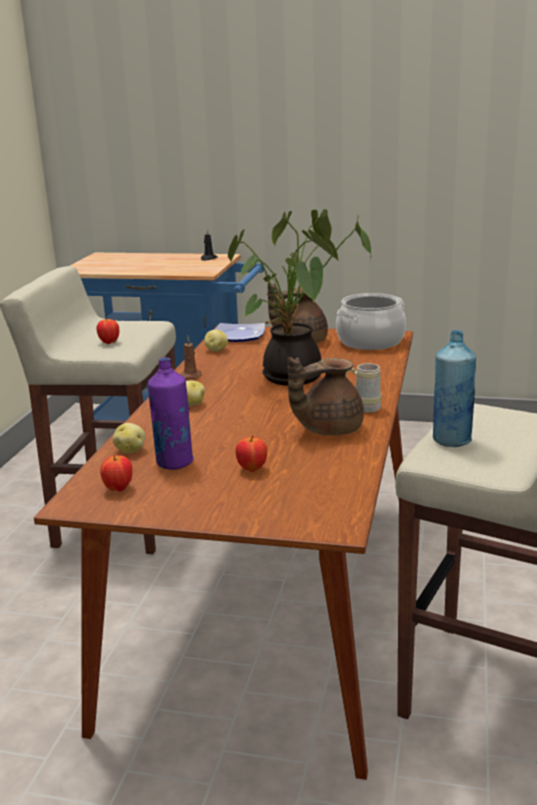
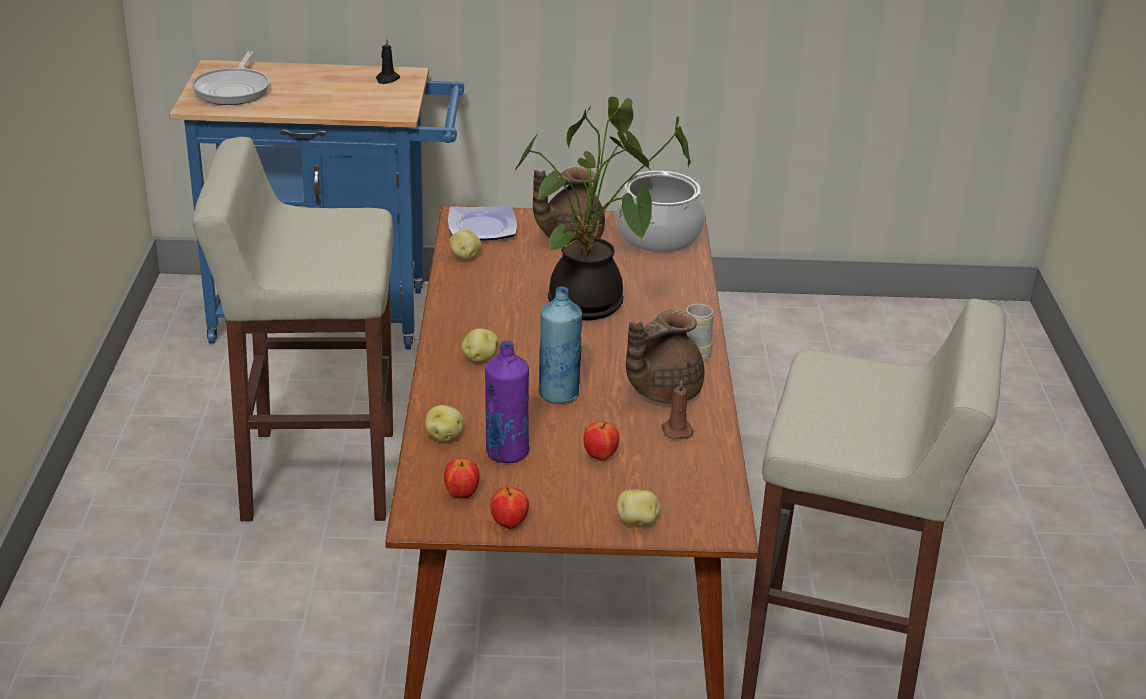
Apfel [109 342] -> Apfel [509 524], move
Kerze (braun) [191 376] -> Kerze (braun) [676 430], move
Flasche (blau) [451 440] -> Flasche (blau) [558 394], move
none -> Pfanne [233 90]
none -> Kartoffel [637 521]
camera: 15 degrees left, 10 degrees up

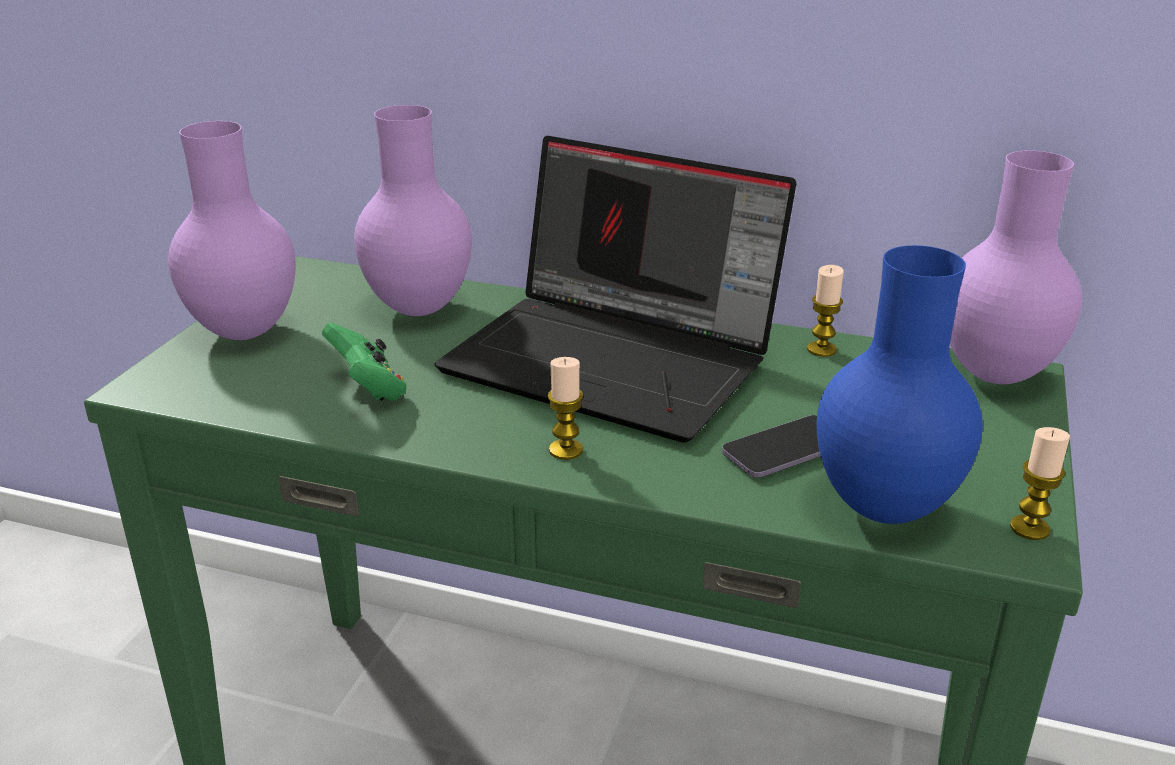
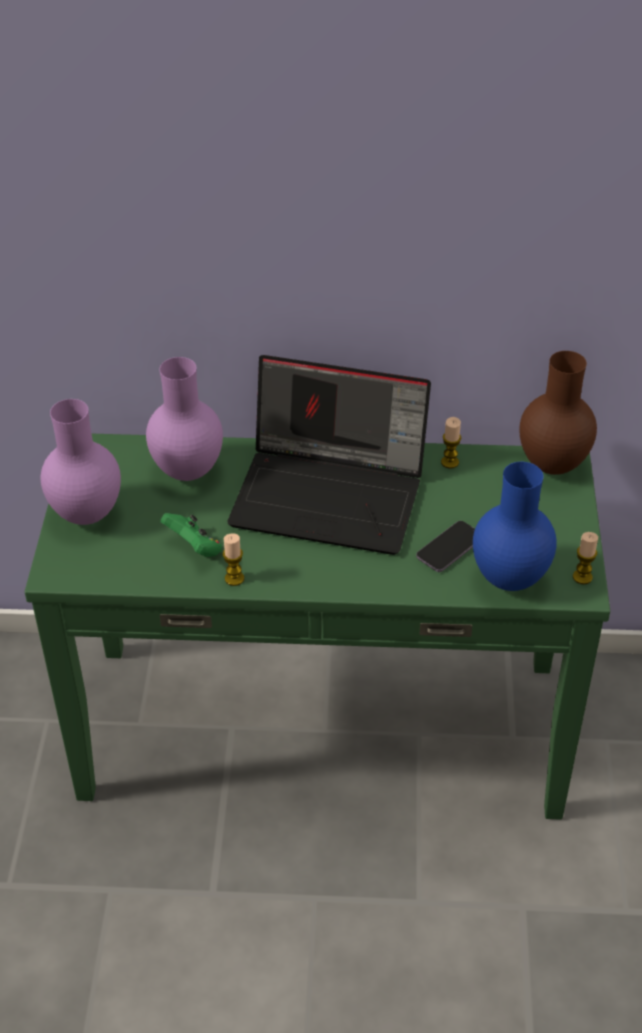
Kerze [566 450] -> Kerze [234 578], move
Vase (lila) [996 377] -> Vase (braun) [553 467]
camera: 15 degrees left, 15 degrees up

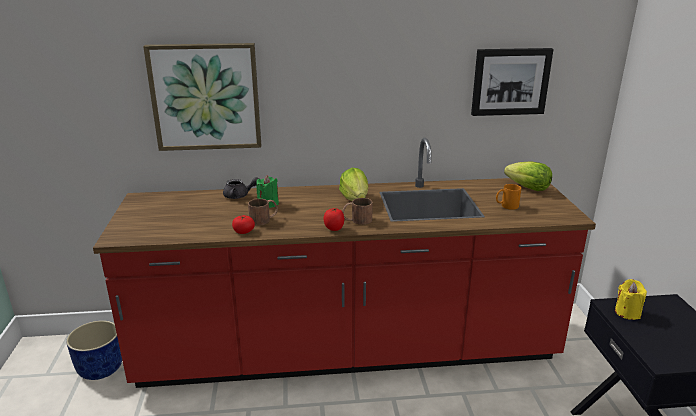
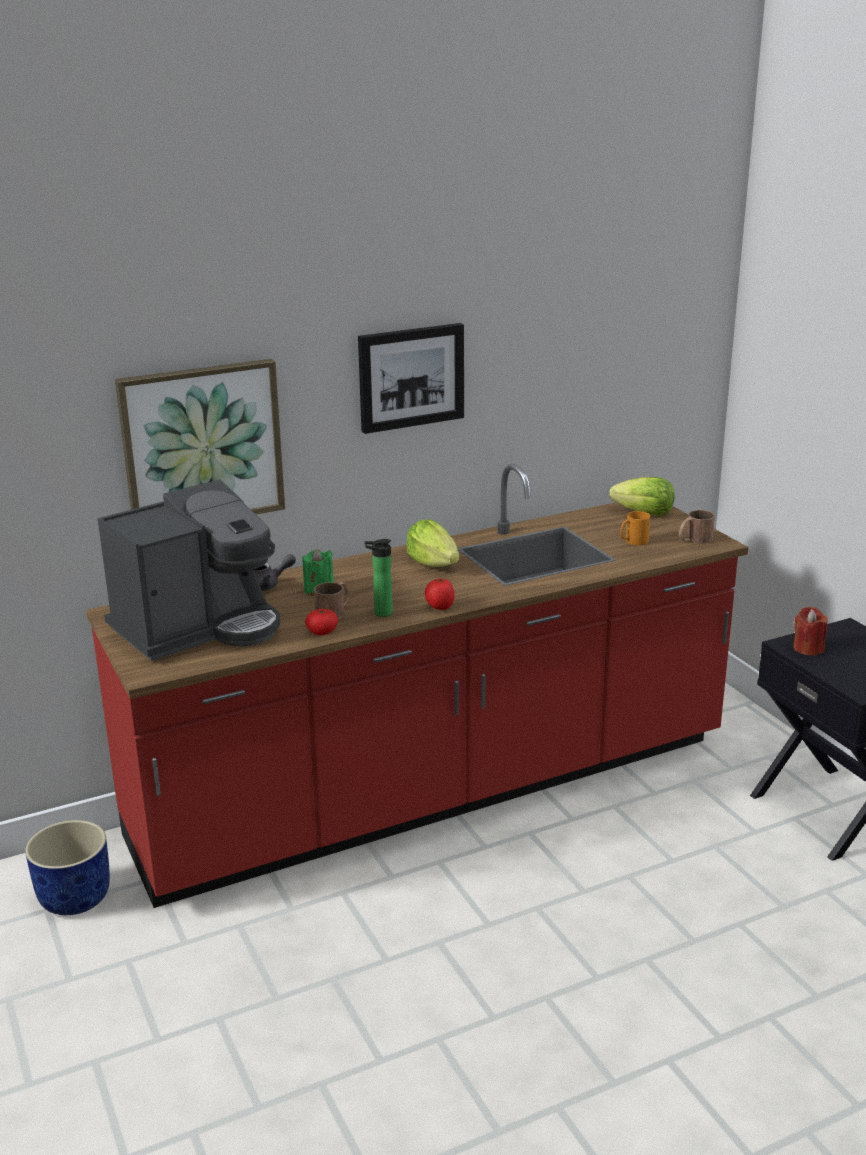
Henkelbecher (braun) [356 220] -> Henkelbecher (braun) [694 539], move
Bild [510 81] -> Bild [410 377], move
Kerze (gelb) [627 312] -> Kerze (rot) [808 648]
none -> Kaffeemaschine [199 627]
none -> Flasche [380 613]
camera: 20 degrees left, 0 degrees up

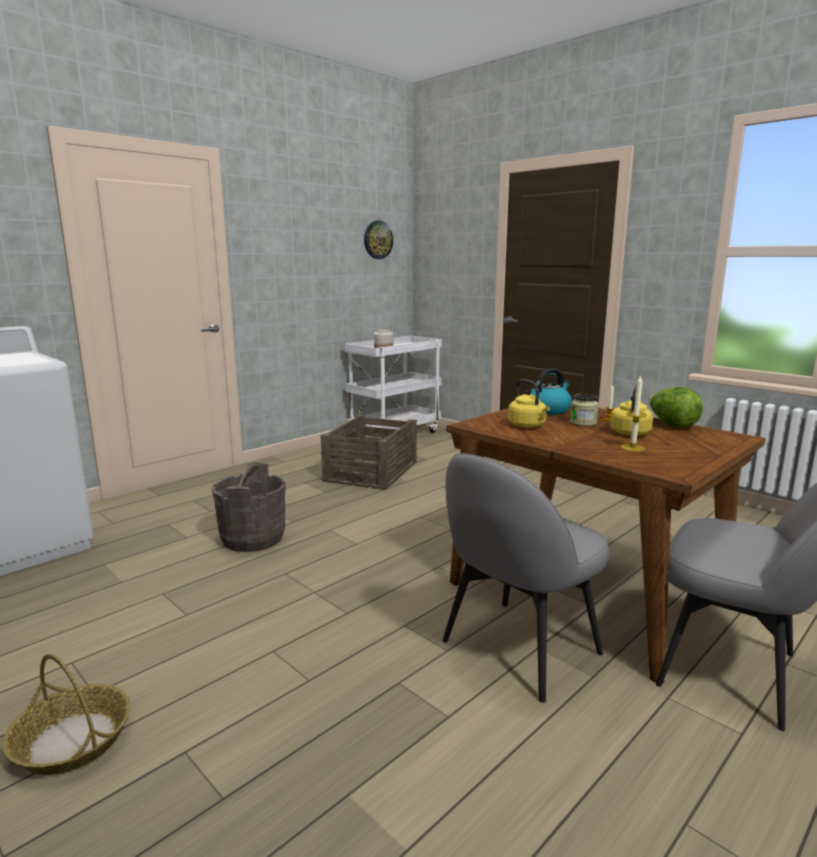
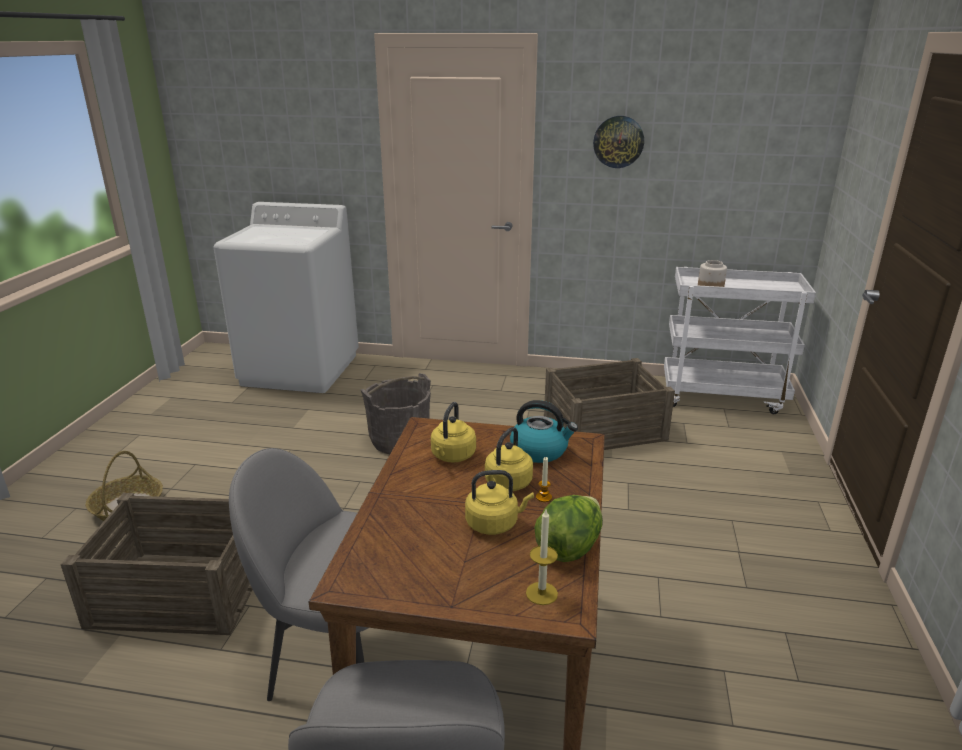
Wanduhr [378 240] -> Wanduhr [618 142], move
Vorratsglas [583 423] -> Wasserkessel (gelb) [506 484]
Kerze [632 448] -> Kerze [541 593], move
none -> Kiste [181 591]
camera: 55 degrees right, 10 degrees up

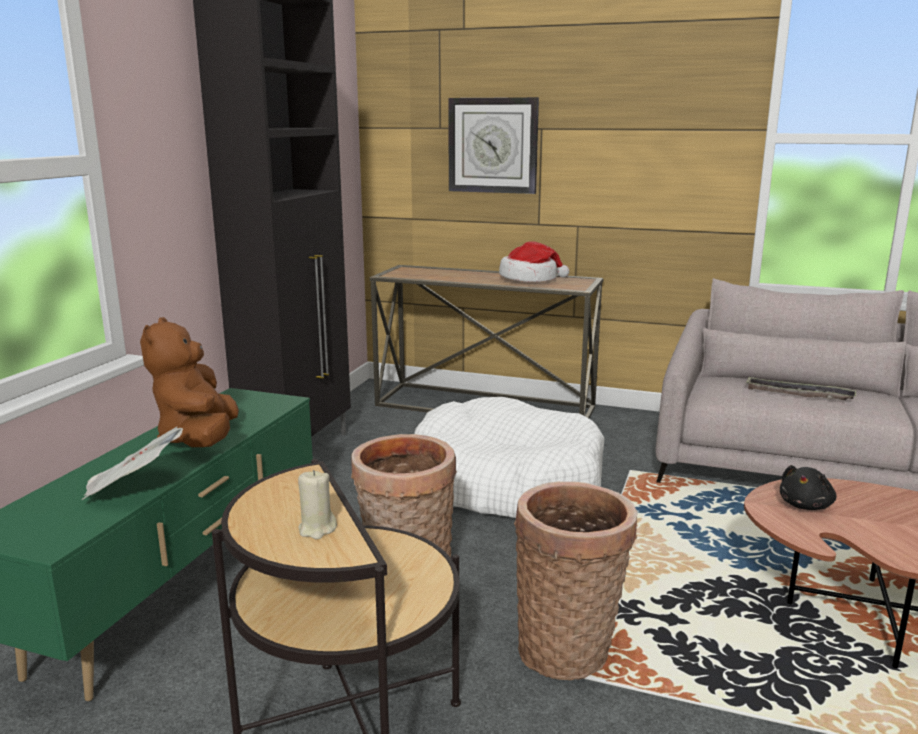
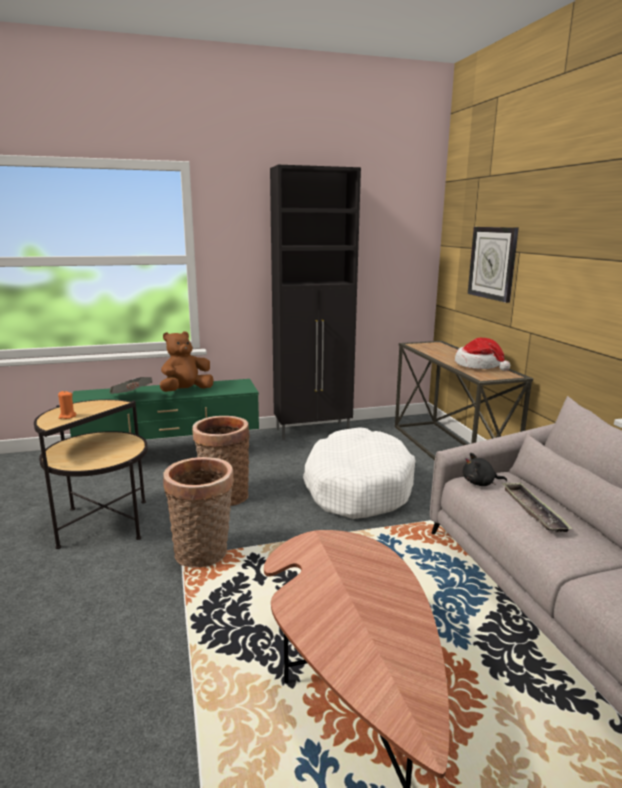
Kerze (beige) [317 529] -> Kerze (orange) [67 416]
Plüschtier (schwarz) [806 505] -> Plüschtier (schwarz) [480 483], move
camera: 55 degrees right, 0 degrees up

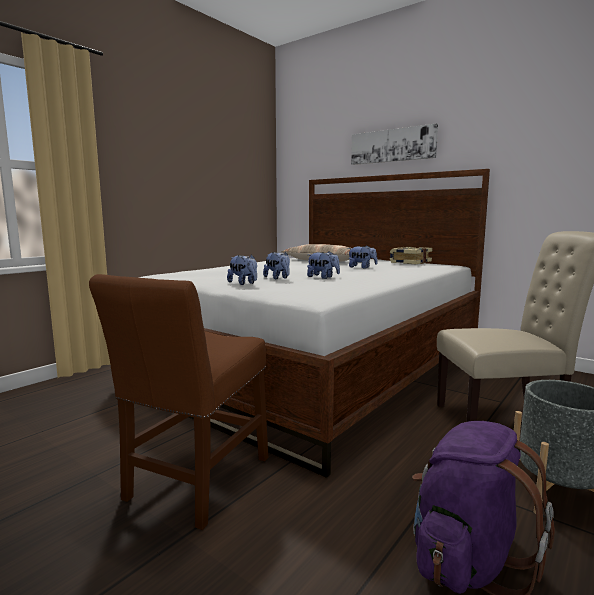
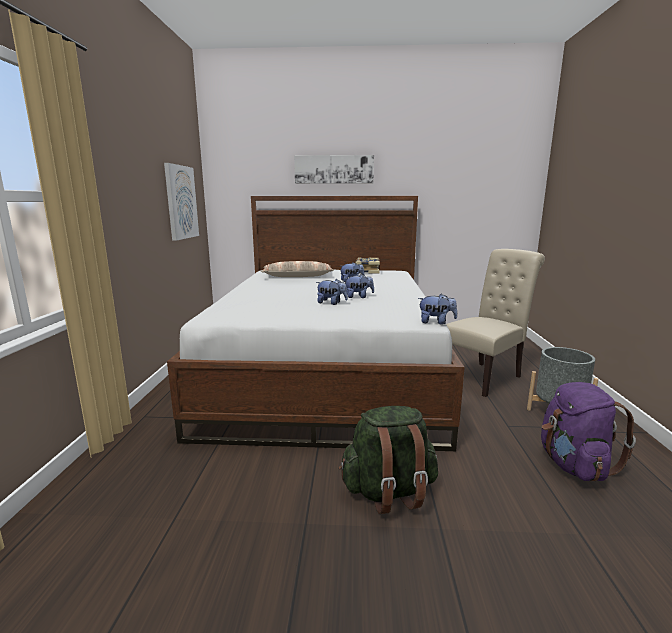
Stuhl (braun) [196 482] -> Rucksack (grün) [388 491]
Plüschtier [243 283] -> Plüschtier [436 322], move
none -> Bild [181 202]
camera: 35 degrees left, 5 degrees up

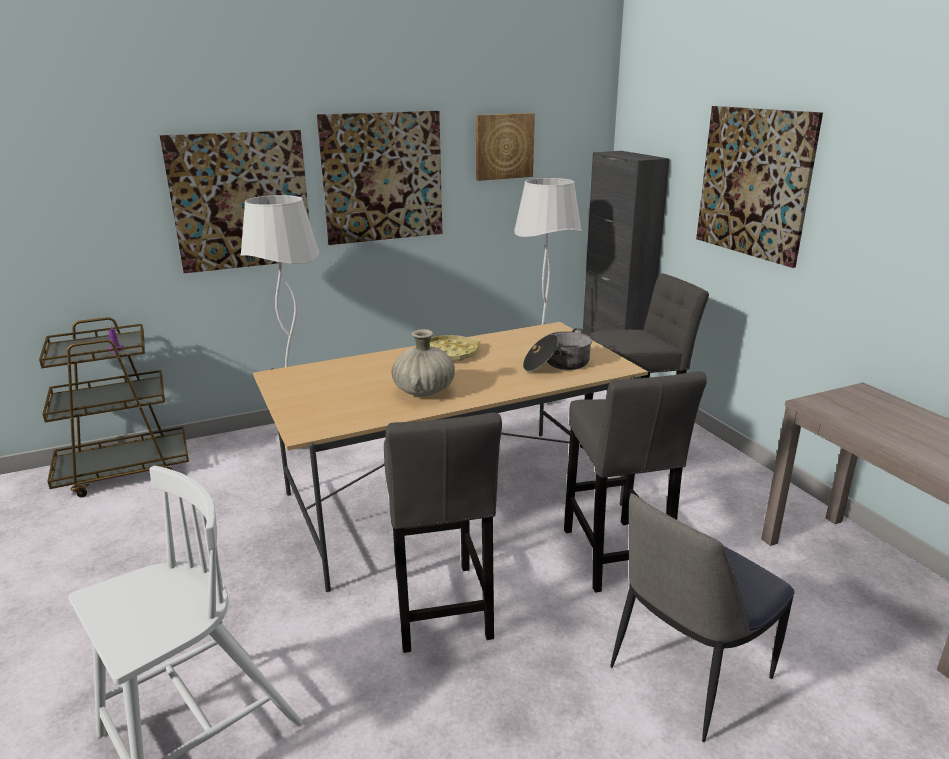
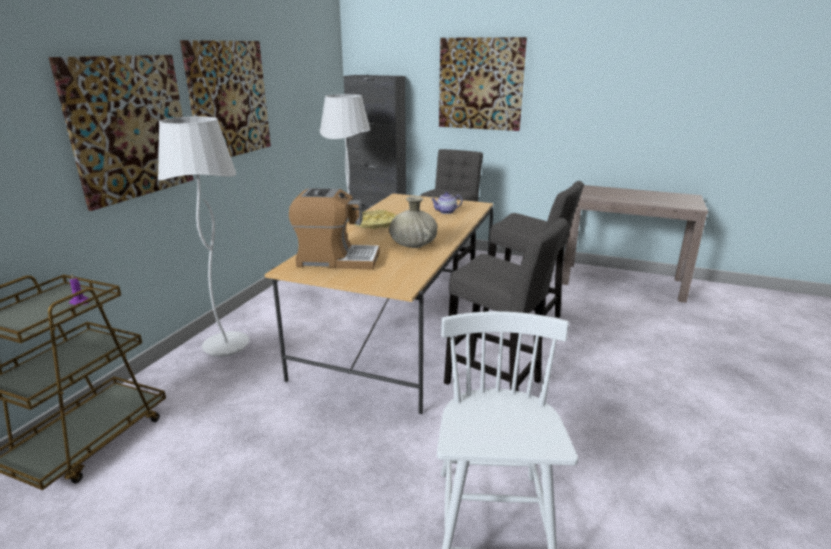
Bild [503 146] -> none
Kochtopf [557 364] -> Teekanne [446 212]
Stuhl [687 676] -> none
none -> Kaffeemaschine [337 259]
camera: 45 degrees left, 0 degrees up

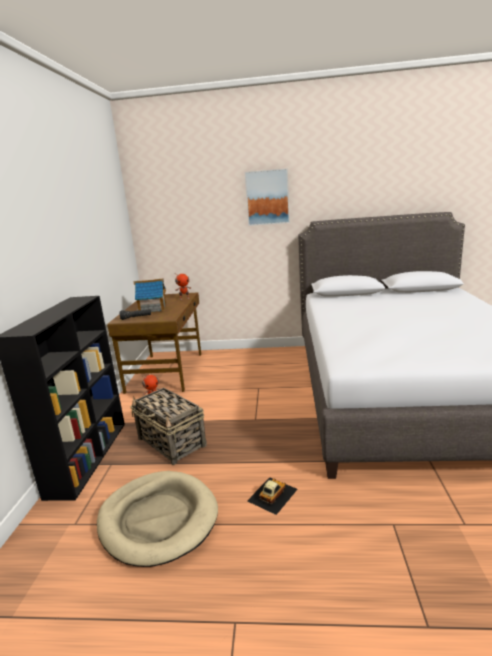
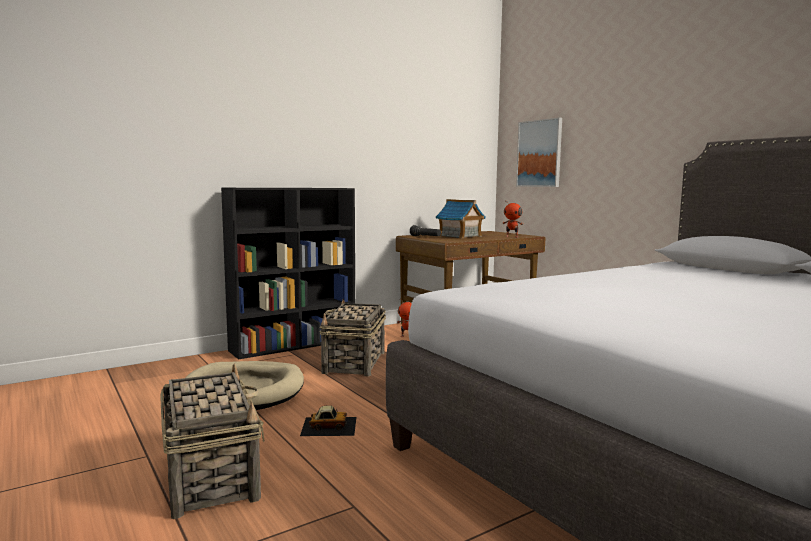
Bild [267 197] -> Bild [539 153], move
none -> Korb [211 476]
camera: 50 degrees right, 10 degrees down

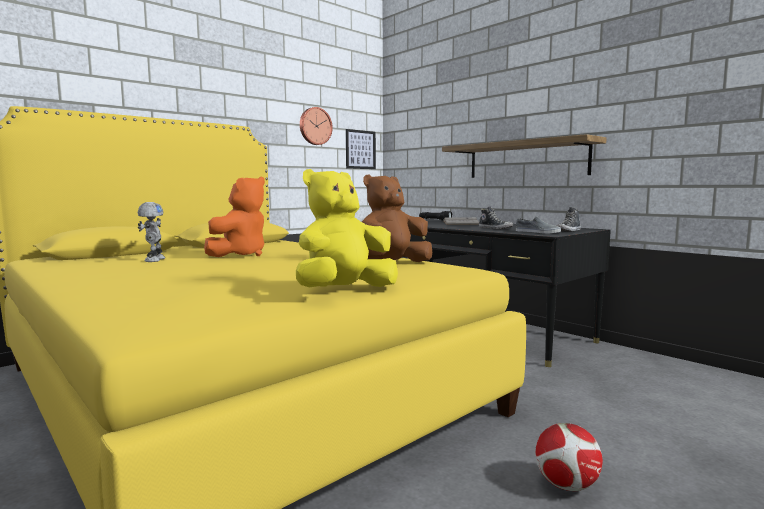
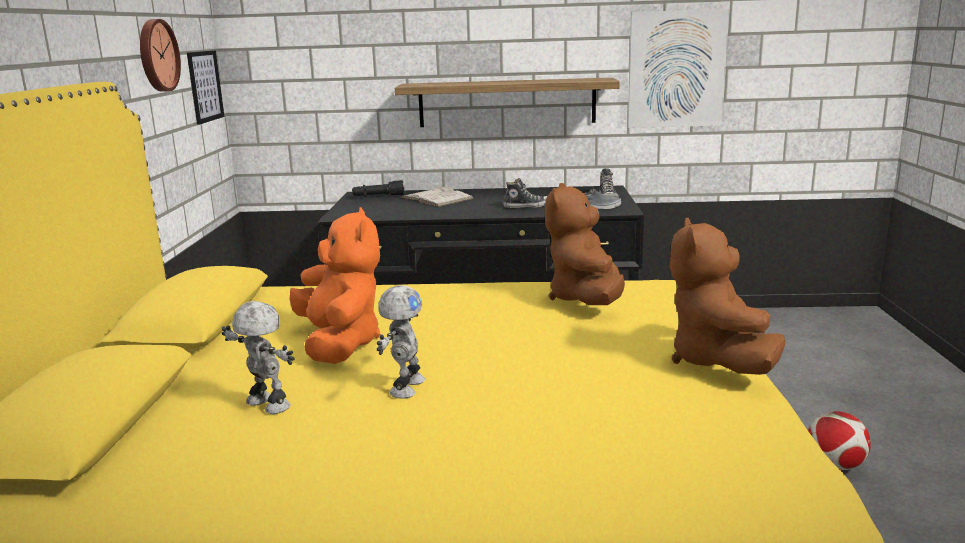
Plüschtier (gelb) [344 291] -> Plüschtier (braun) [717 362]
none -> Spielzeugroboter [405 387]
none -> Bild [676 69]
camera: 45 degrees left, 10 degrees up

